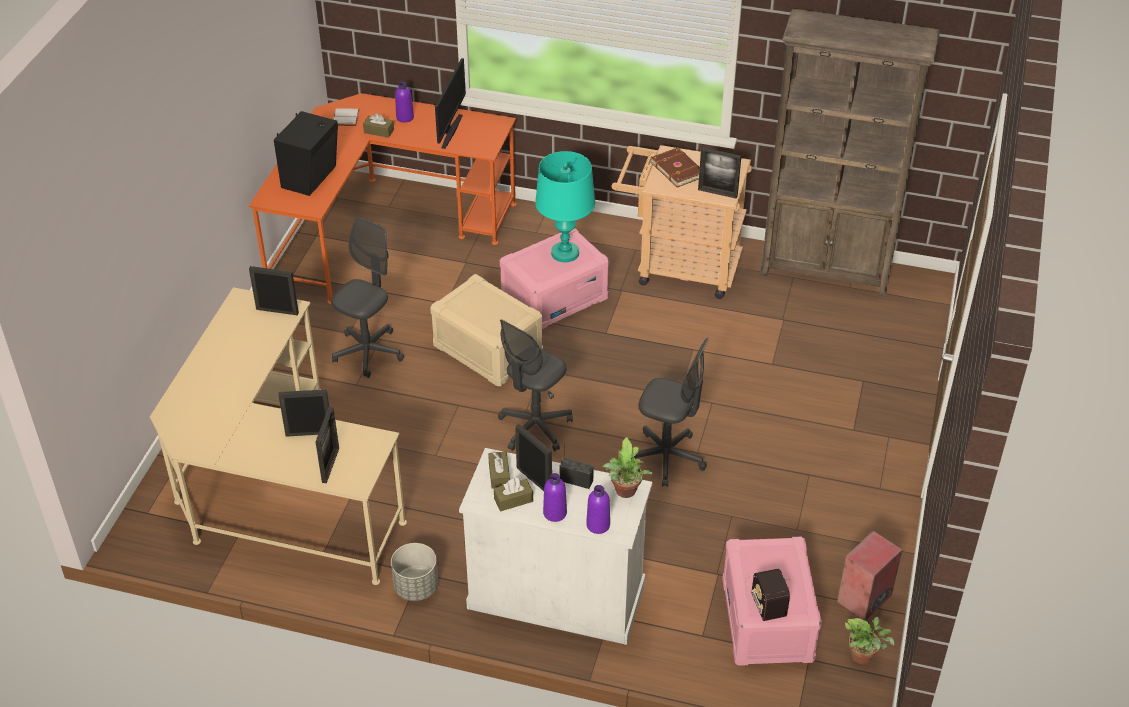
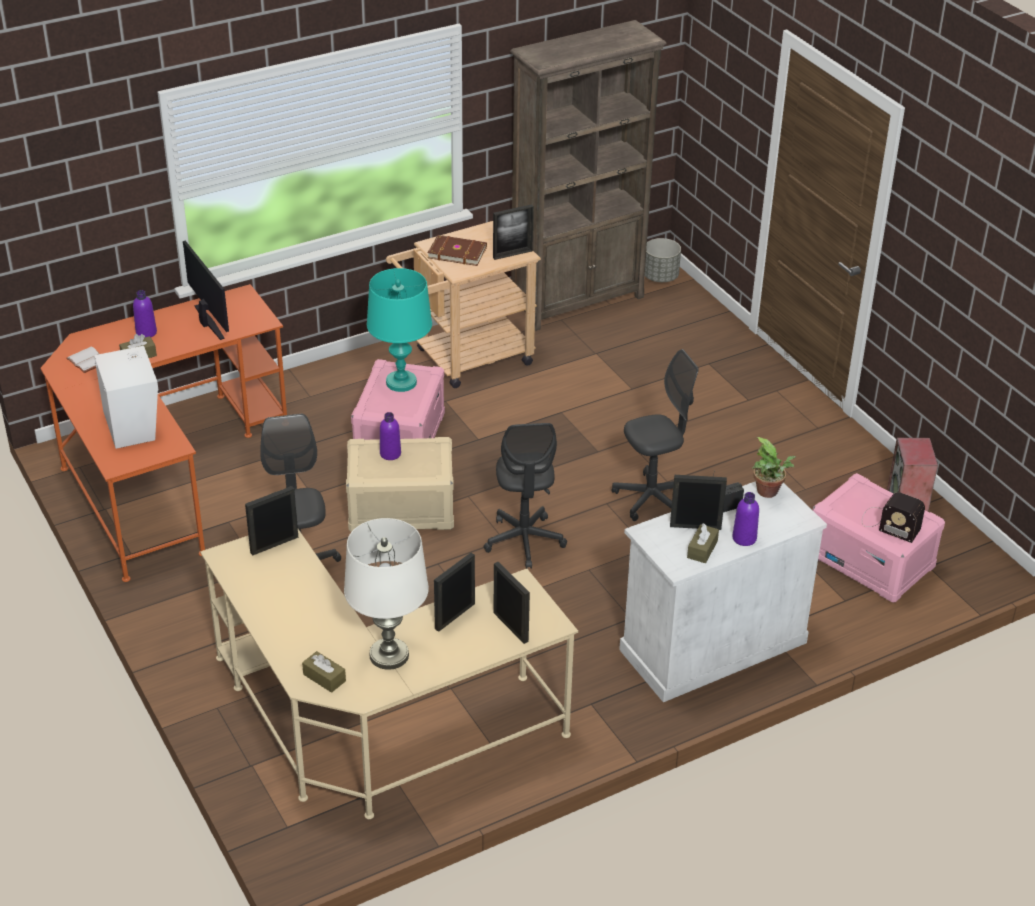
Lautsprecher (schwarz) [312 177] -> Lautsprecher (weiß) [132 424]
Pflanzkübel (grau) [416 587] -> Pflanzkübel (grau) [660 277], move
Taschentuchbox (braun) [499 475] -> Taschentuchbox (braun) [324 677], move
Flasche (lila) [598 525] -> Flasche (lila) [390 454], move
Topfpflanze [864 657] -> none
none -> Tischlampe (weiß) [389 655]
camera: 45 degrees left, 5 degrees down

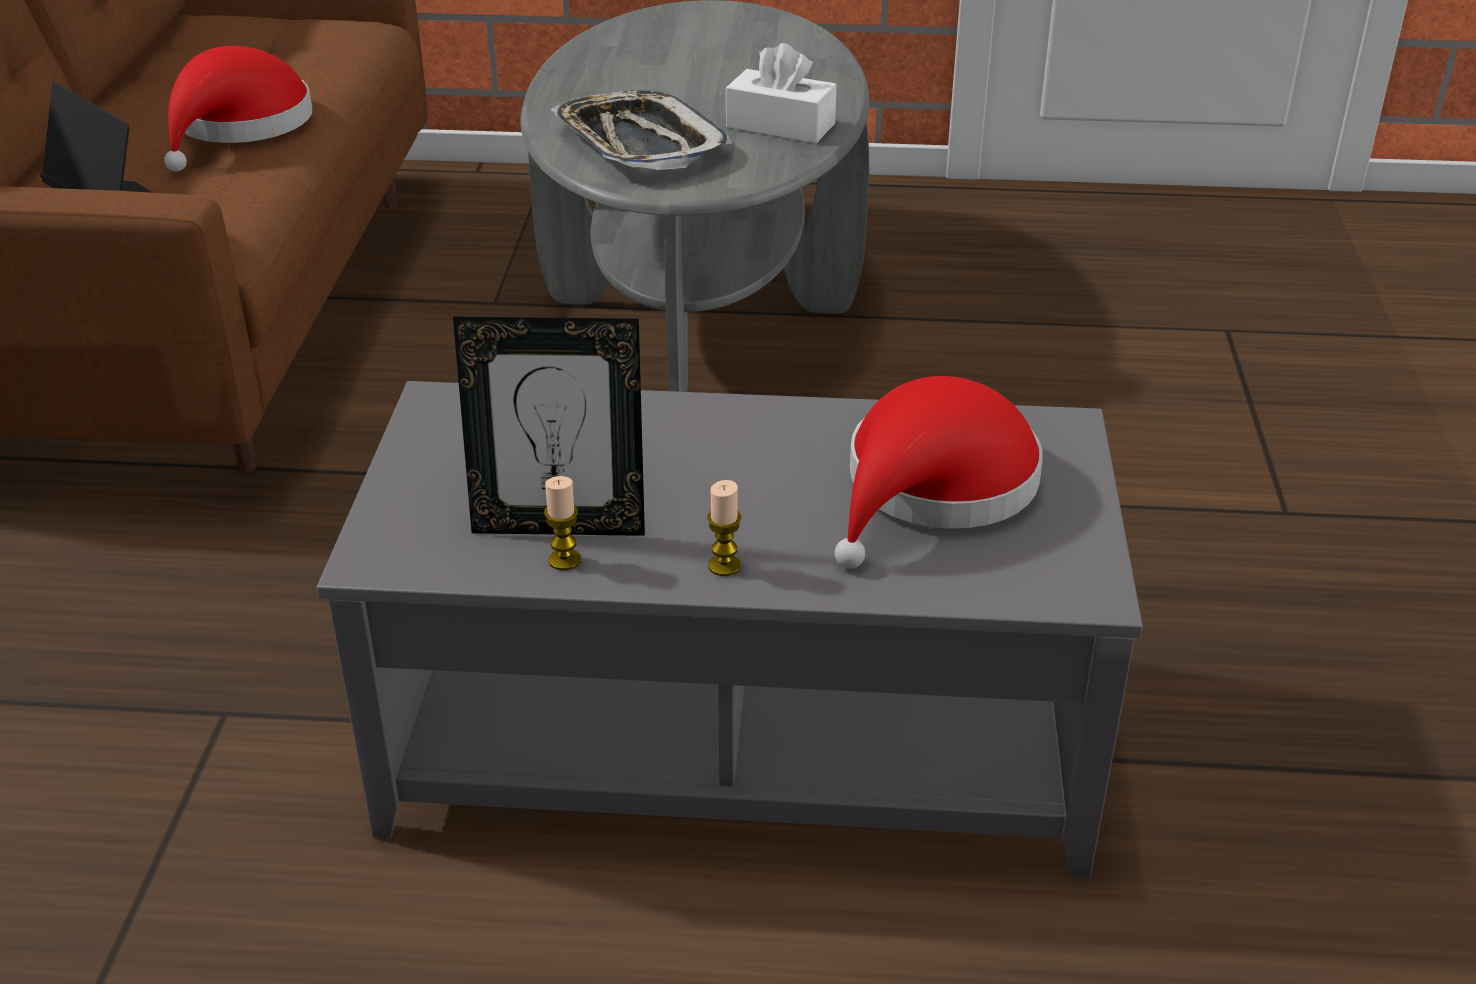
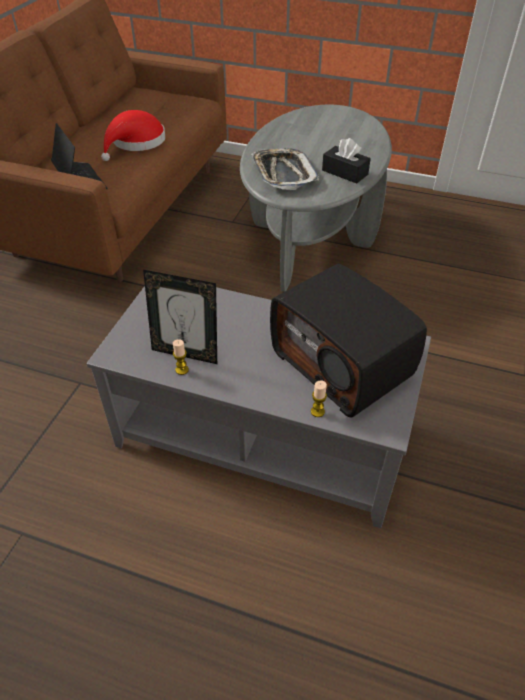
Kerze [724 566] -> Kerze [317 411], move
Taschentuchbox (weiß) [780 126] -> Taschentuchbox (schwarz) [345 172]
Hut (rot) [934 488] -> Radio [343 364]
camera: 15 degrees right, 10 degrees up

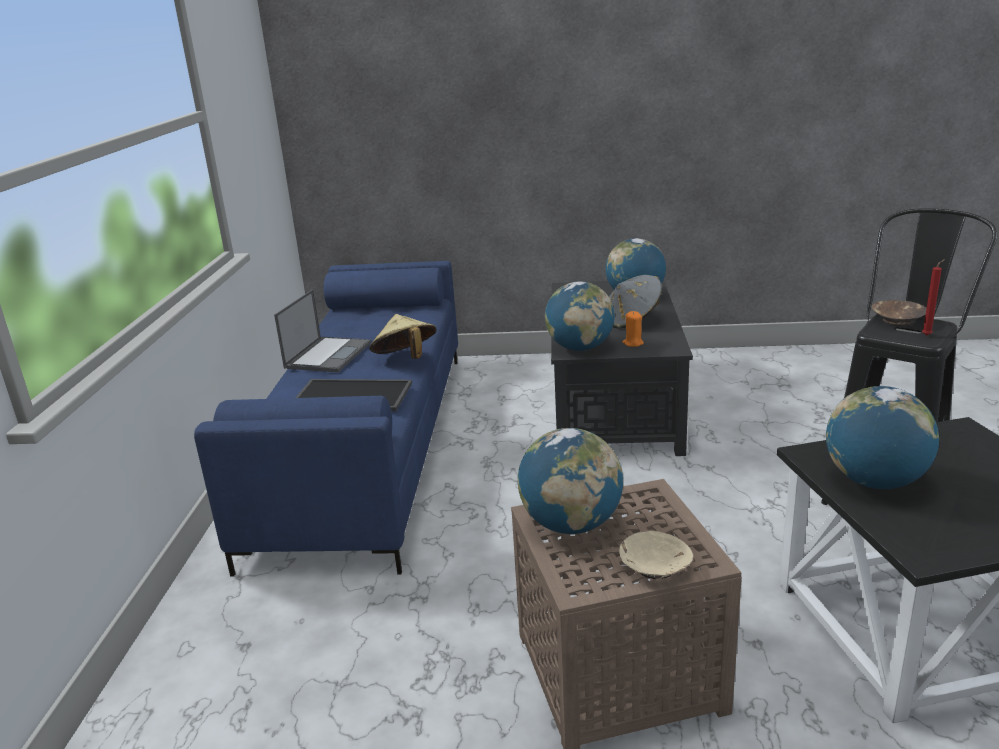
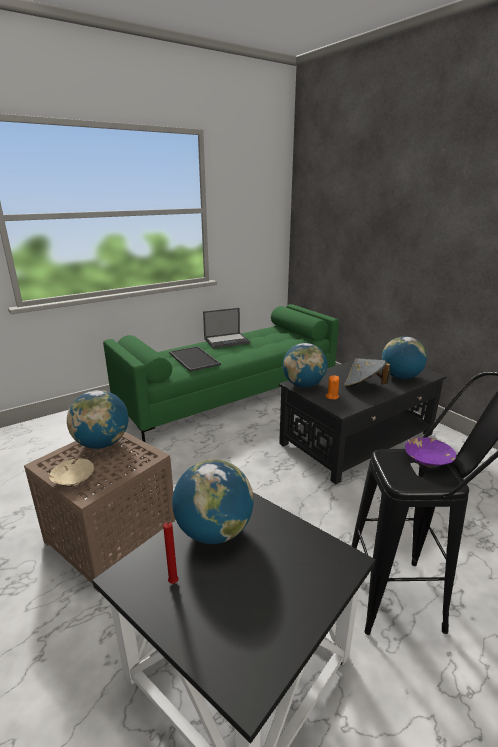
Sofa (blau) [367 446] -> Sofa (grün) [231 392]
Hut (beige) [405 359] -> none
Schüssel (braun) [897 320] -> Schüssel (lila) [428 460]
Kerze (rot) [928 335] -> Kerze (rot) [174 583], move
camera: 50 degrees right, 0 degrees up

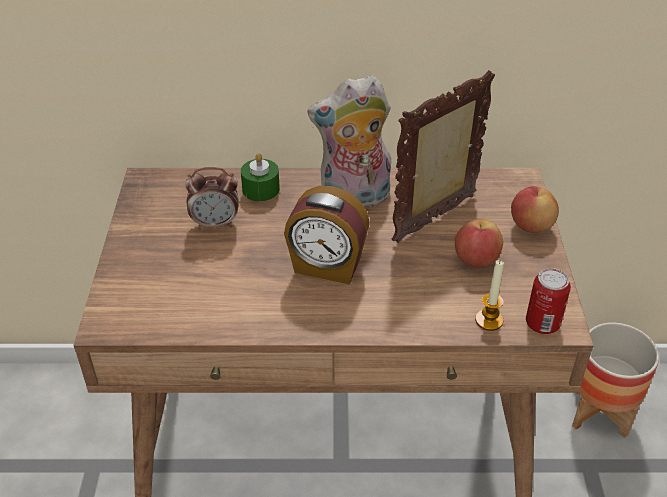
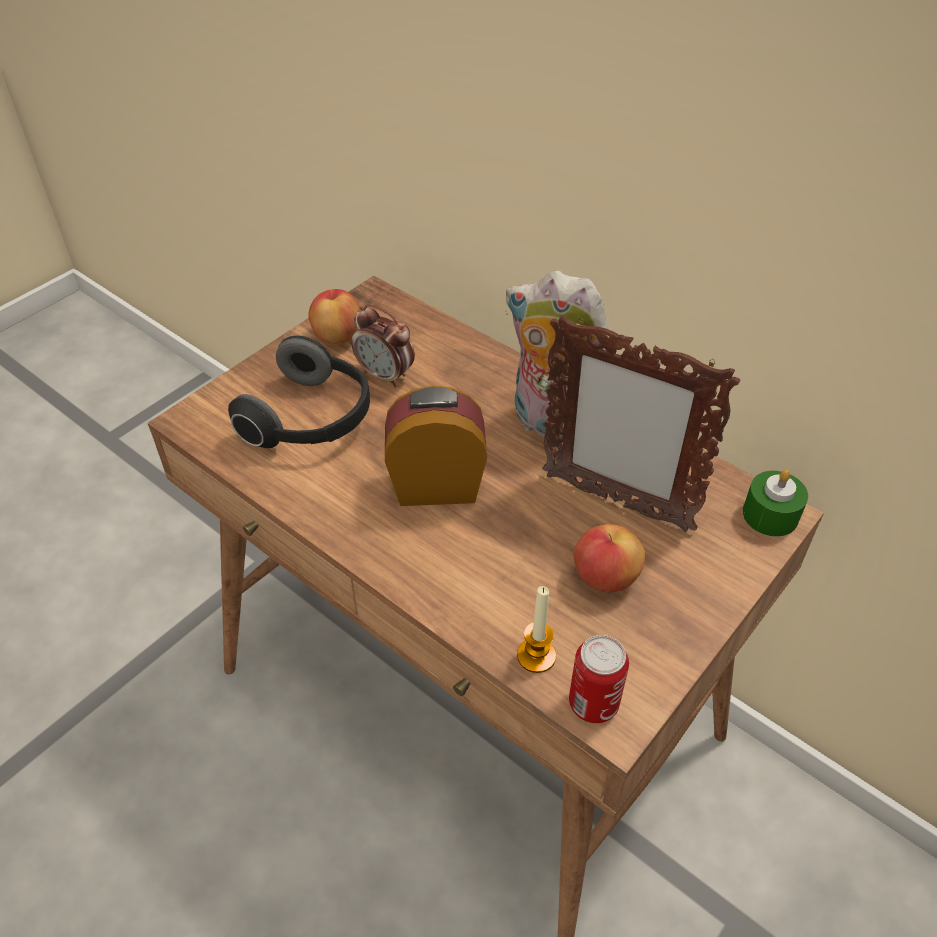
Kerze (grün) [261 189] -> Kerze (grün) [770 515], move
Wecker [326 267] -> Wecker [437 484], 120 degrees clockwise
Bilderrahmen [436 219] -> Bilderrahmen [615 501], 150 degrees counterclockwise
Apfel [530 226] -> Apfel [337 336], move
Pflanzkübel [599 412] -> none
none -> Kopfhörer [311 420]
camera: 40 degrees right, 5 degrees up

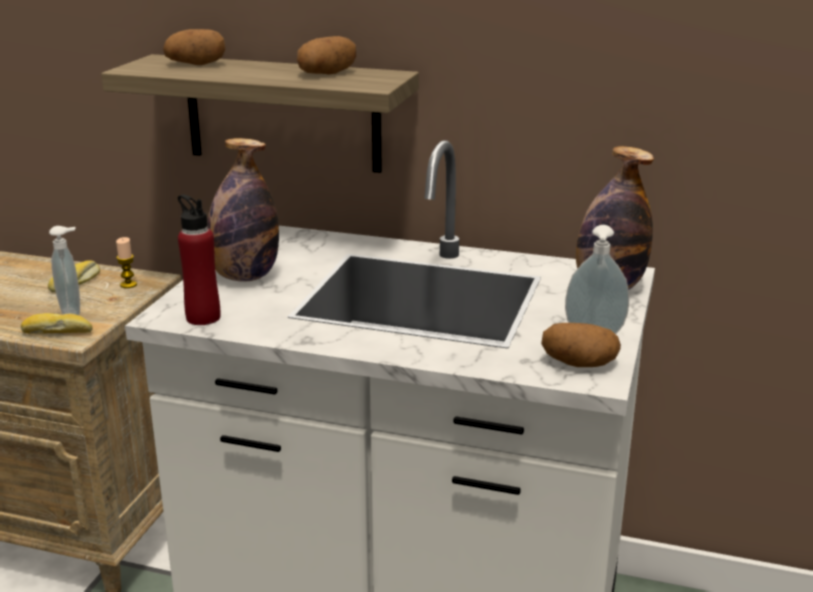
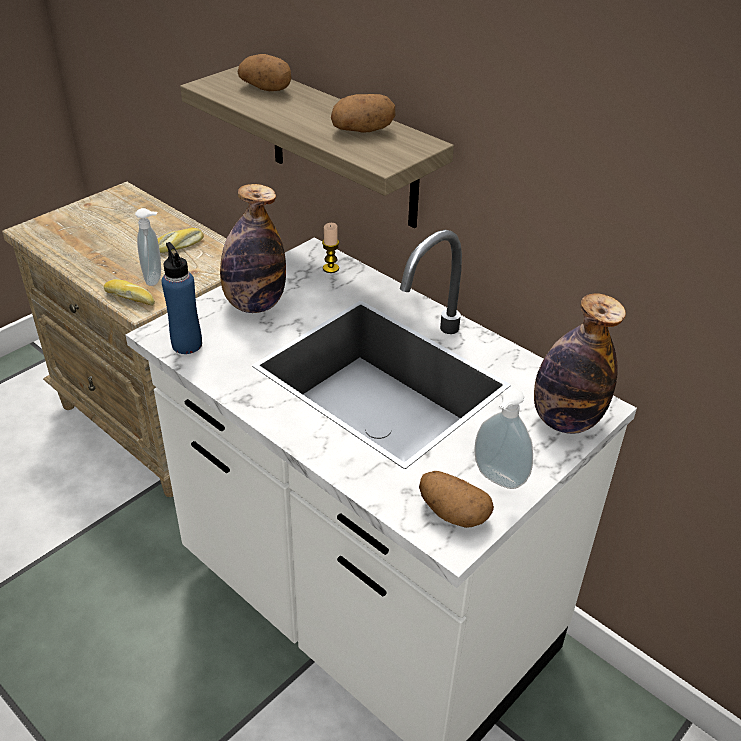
Kerze [128 285] -> Kerze [331 268], move
Flasche (rot) [203 317] -> Flasche (blau) [187 344]
camera: 25 degrees right, 15 degrees up

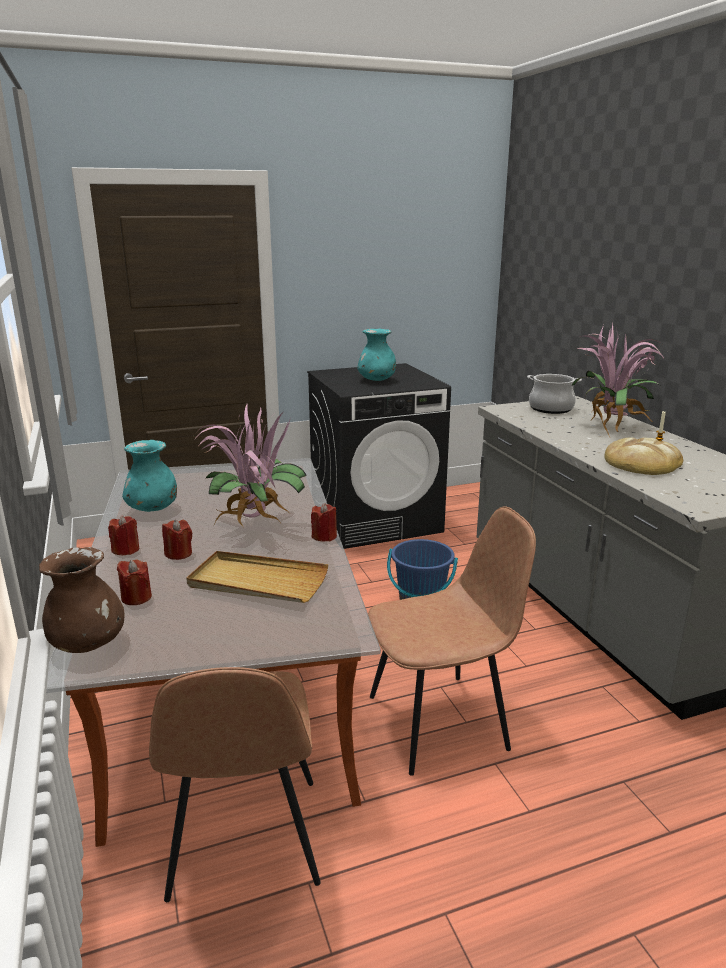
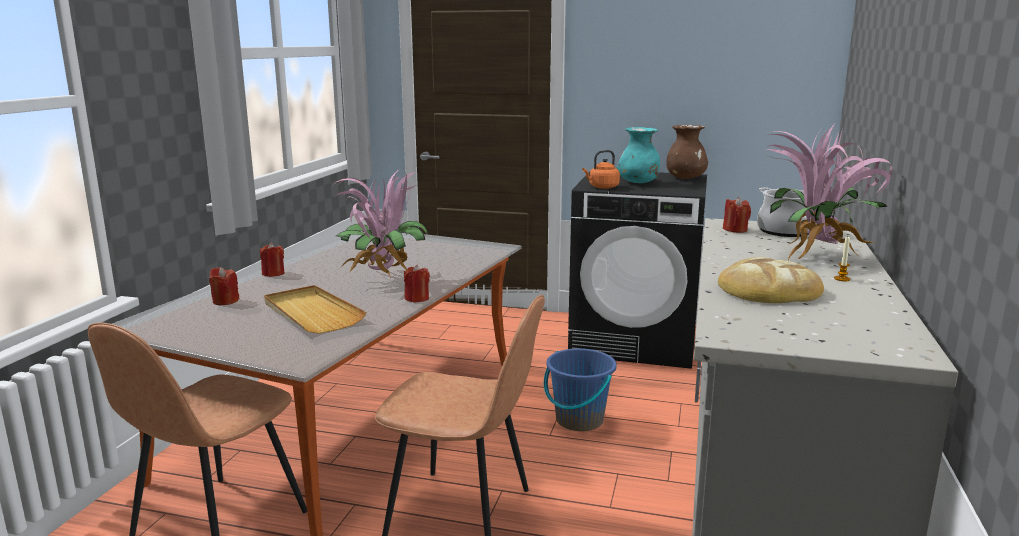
Vase (braun) [88 644] -> Vase (braun) [685 178], move
Vase (türkis) [153 509] -> none
Kerze (rot) [178 554] -> Kerze (rot) [735 230], move
none -> Wasserkessel (orange) [602 187]
camera: 35 degrees right, 5 degrees down

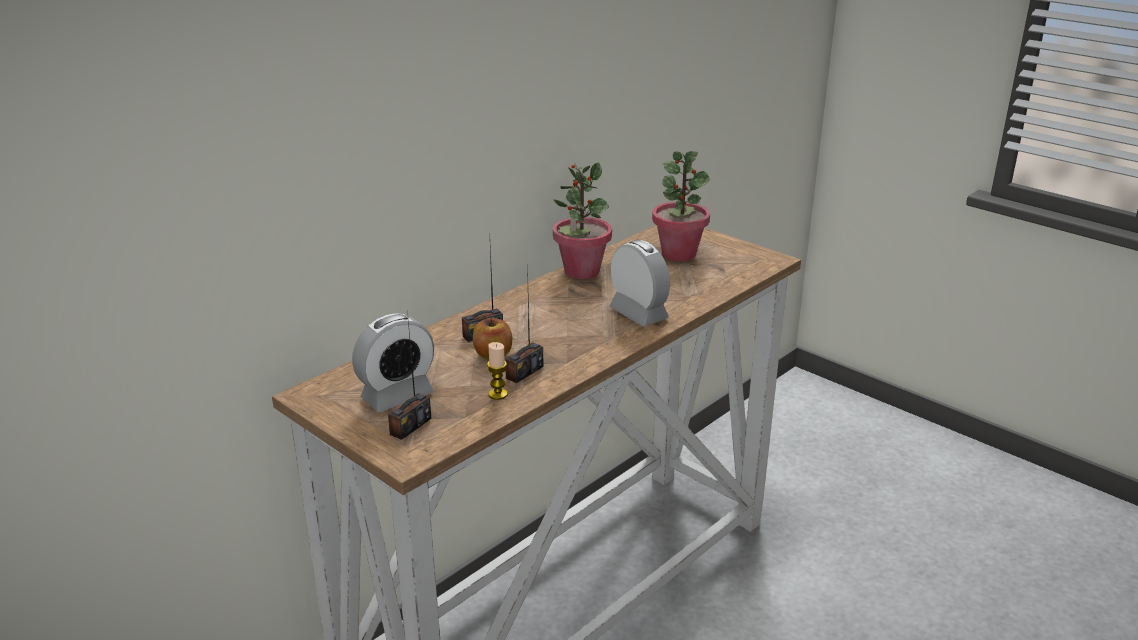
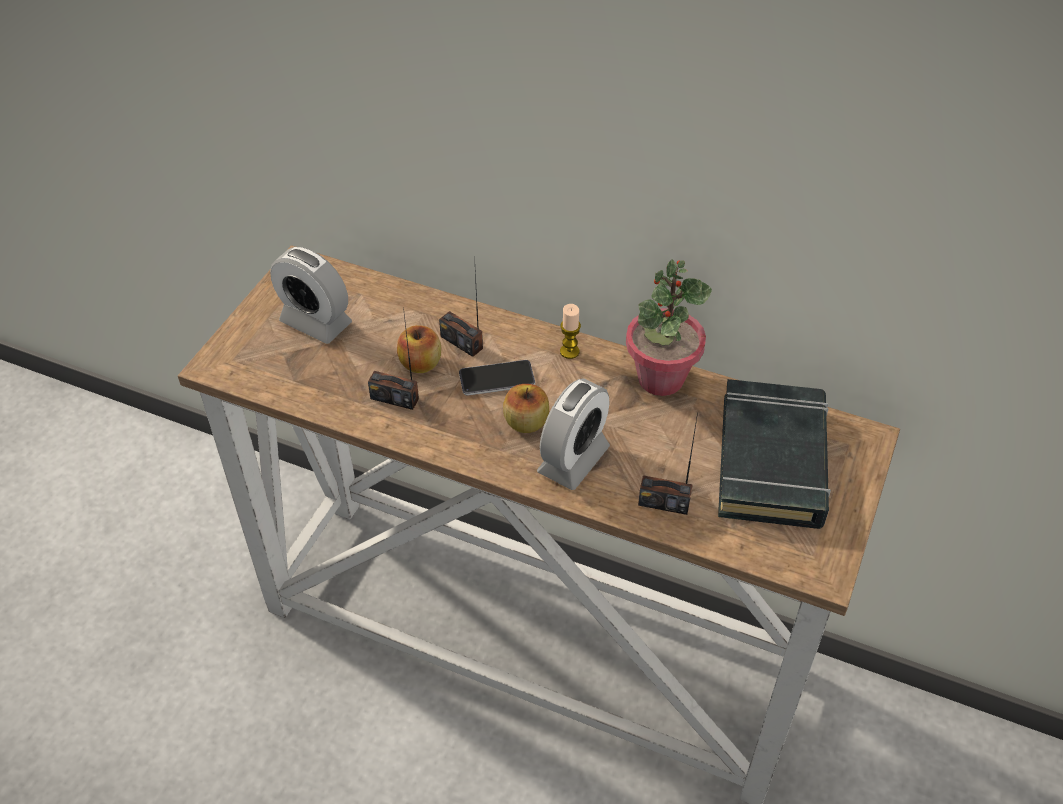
Radio [410 426] -> Radio [664 503], move
Kerze [498 394] -> Kerze [569 351], move
Topfpflanze [679 254] -> Buch (schwarz) [772 461]
none -> Handy [497 379]
none -> Apfel [526 422]
camera: 70 degrees right, 20 degrees up

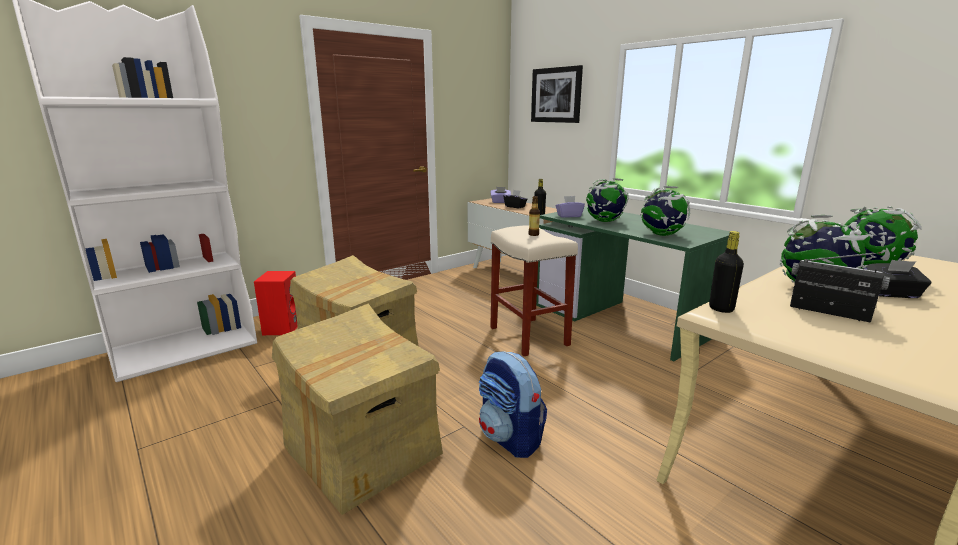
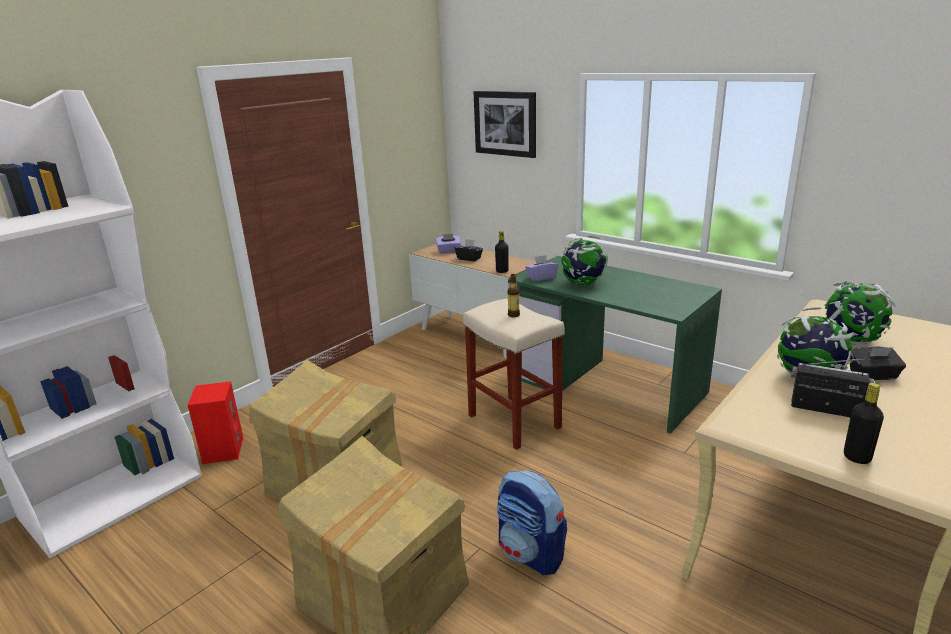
Globus [662 235] -> none
Flasche (schwarz) [721 309] -> Flasche (schwarz) [857 457], move
camera: 10 degrees left, 5 degrees up

